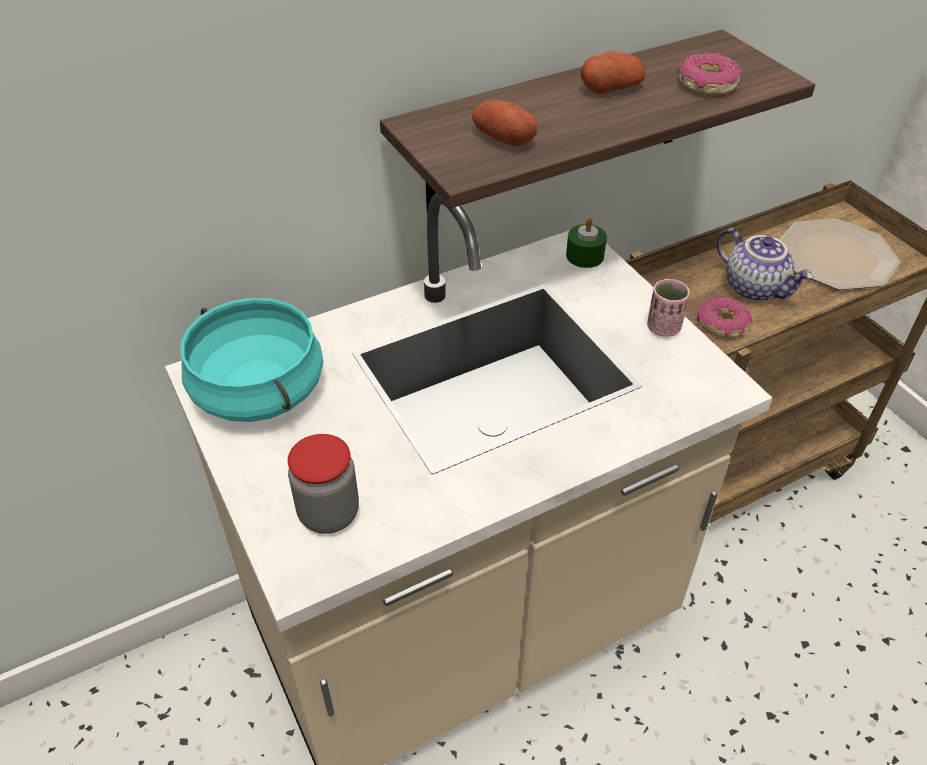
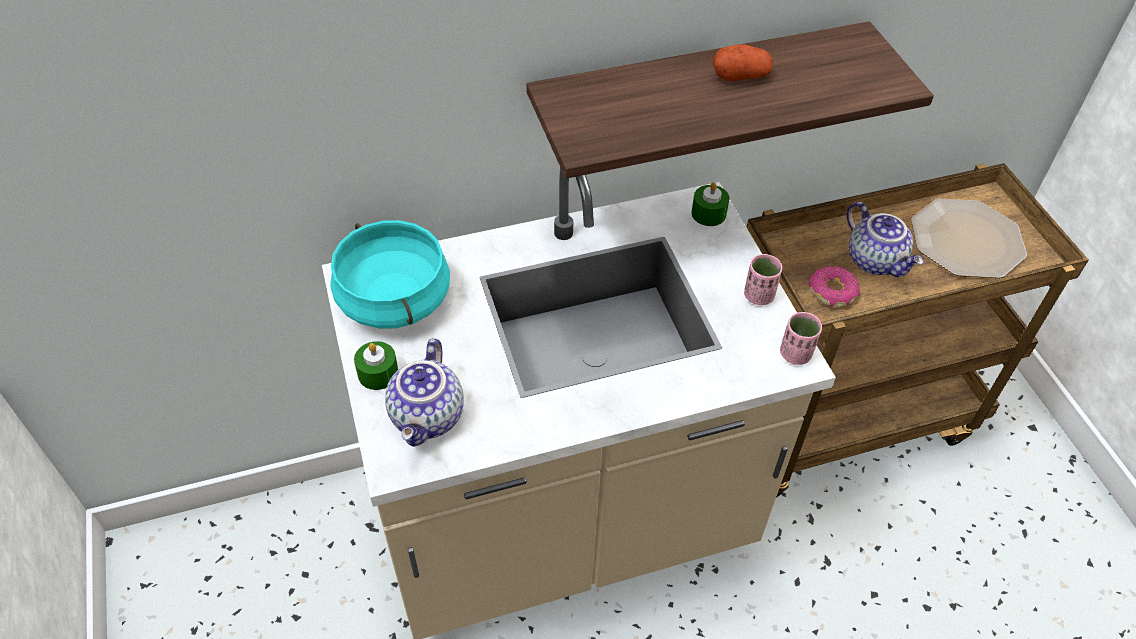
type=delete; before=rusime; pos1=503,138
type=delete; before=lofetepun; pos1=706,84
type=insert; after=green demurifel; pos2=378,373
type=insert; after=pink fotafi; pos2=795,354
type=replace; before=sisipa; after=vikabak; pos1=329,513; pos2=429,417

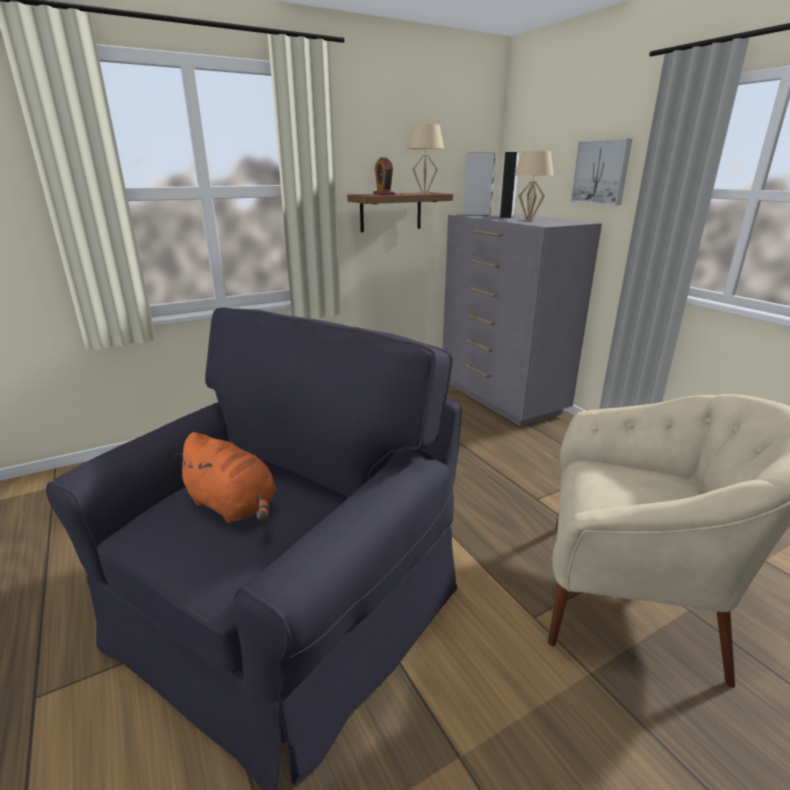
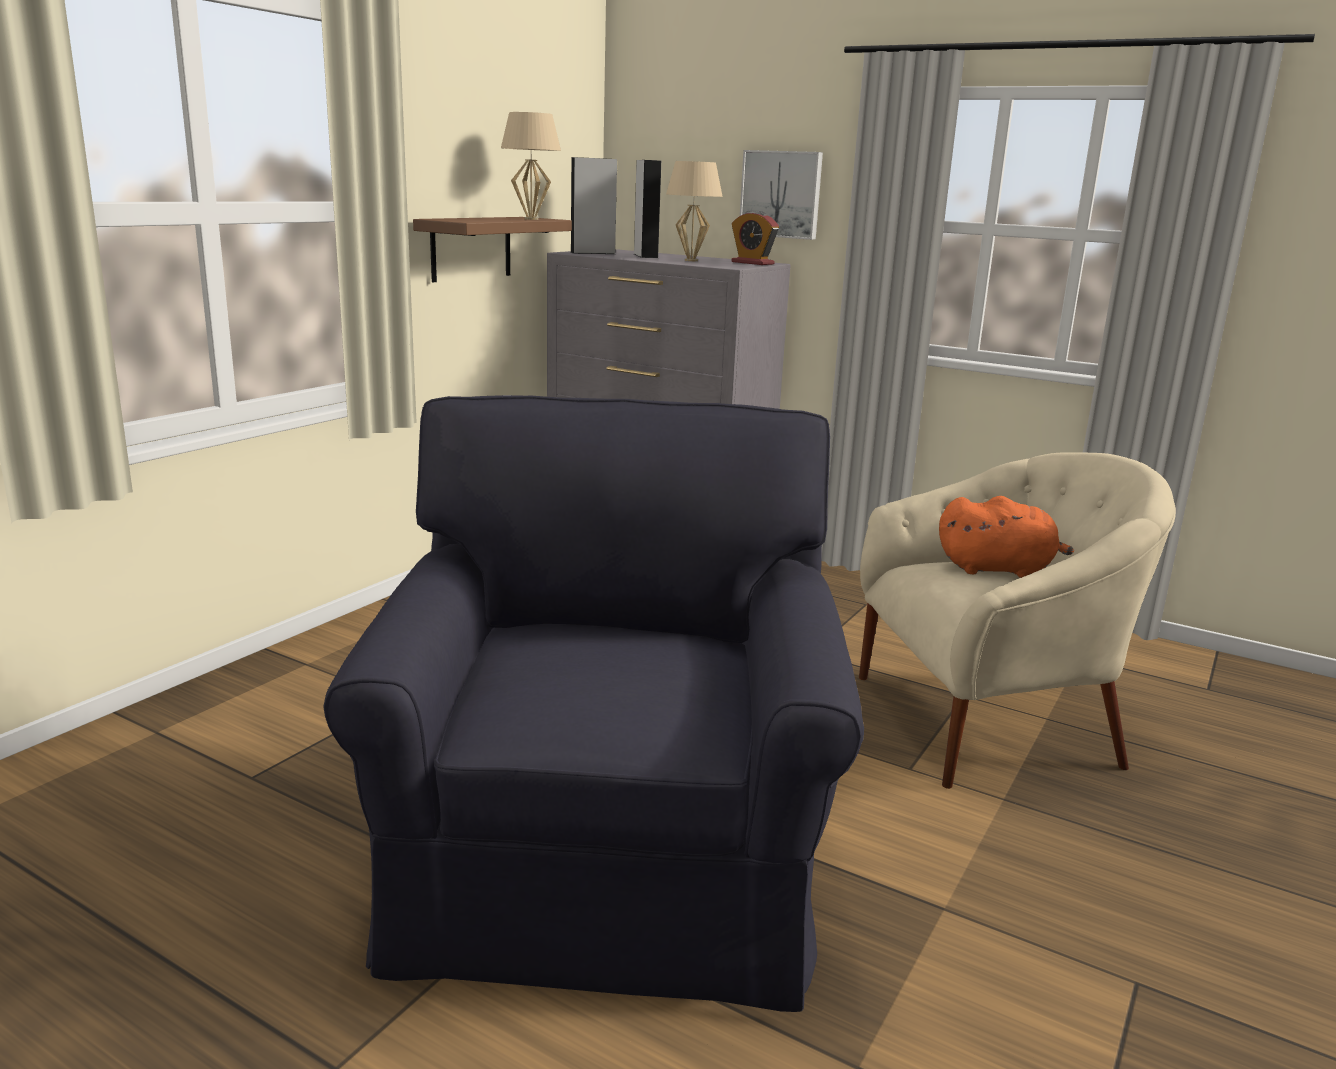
type=move; before=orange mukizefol; pos1=233,506; pos2=999,569
type=move; before=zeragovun; pos1=383,194; pos2=752,263

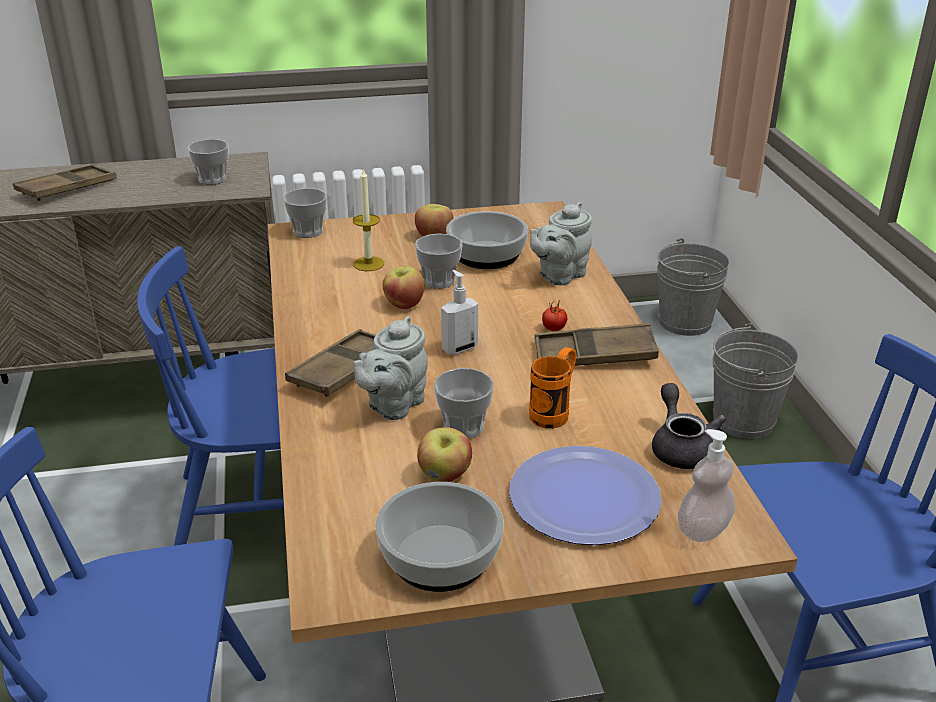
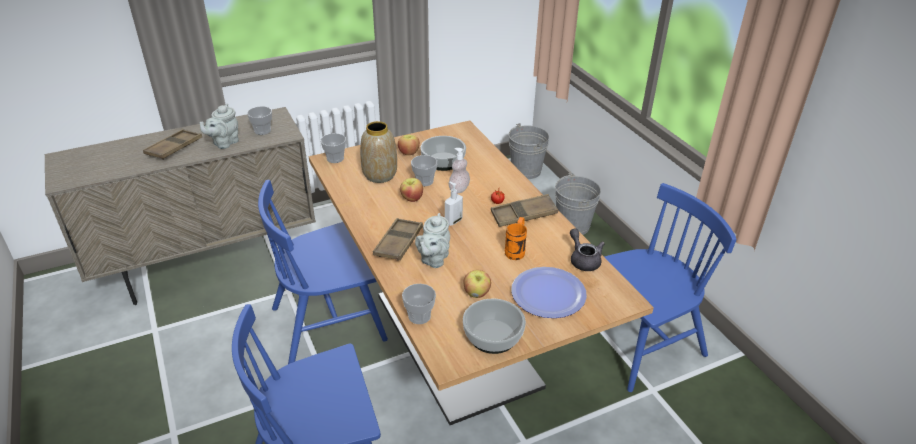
type=move; before=fotafi; pos1=464,427; pos2=419,316
type=move; before=grey vikabak; pos1=559,275; pos2=224,143
type=move; before=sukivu; pos1=703,530; pos2=459,189
type=replace; before=demurifel; after=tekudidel; pos1=368,264; pos2=380,175

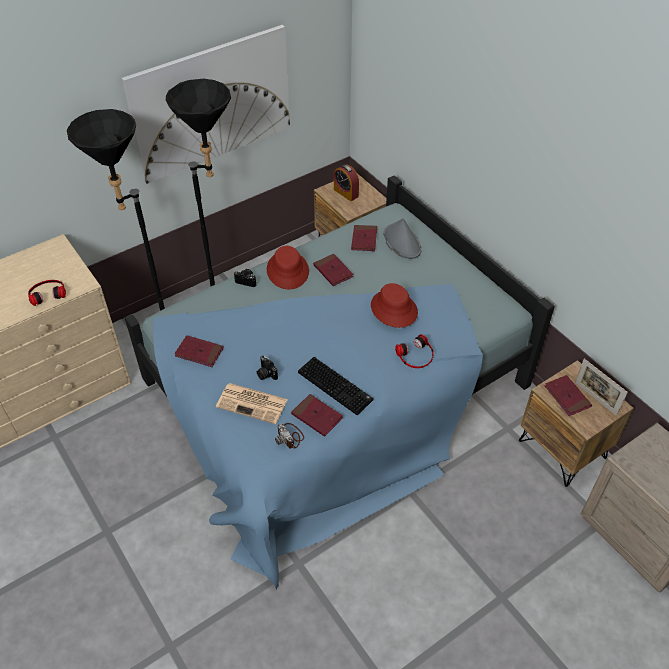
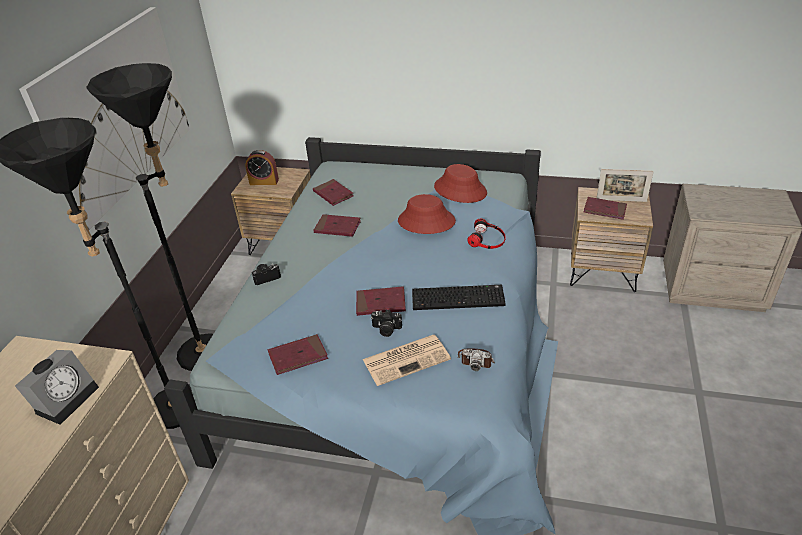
type=delete; before=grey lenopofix; pos1=401,242
type=move; before=red lenopofix; pos1=288,270; pos2=460,190
type=move; before=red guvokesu; pos1=317,416; pos2=380,303
type=replace; before=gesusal; after=zeragovun; pos1=47,293; pos2=67,398

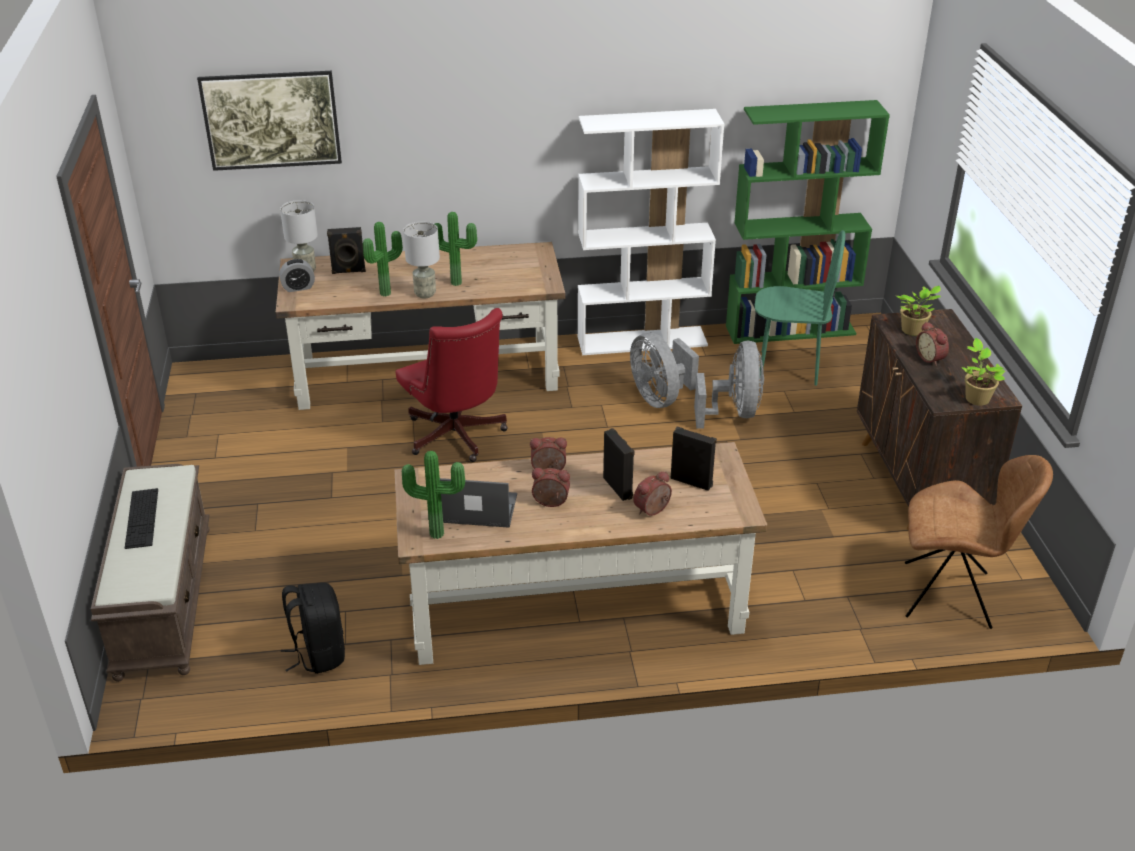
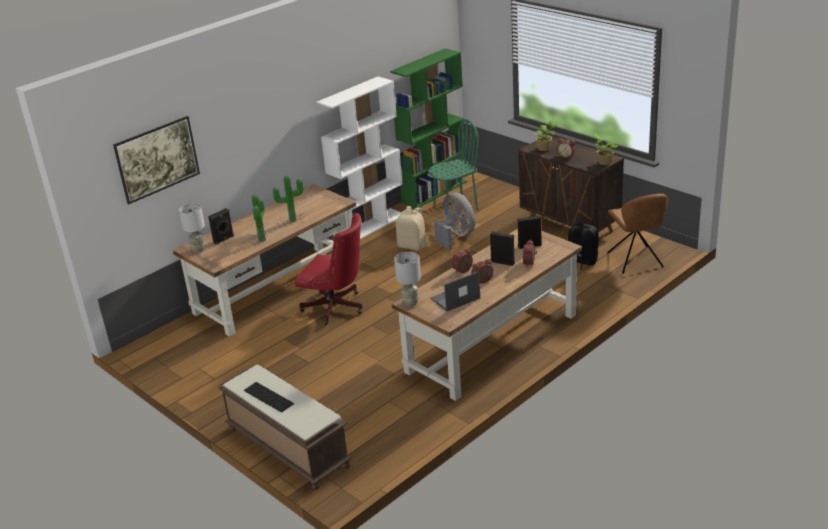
type=delete; before=zeragovun; pos1=298,287
type=delete; before=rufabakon; pos1=437,532
type=move; before=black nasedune; pos1=318,654; pos2=581,261
type=move; before=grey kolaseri; pos1=425,294; pos2=410,303
type=replace; before=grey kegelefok; after=beige nasedune; pos1=660,398; pos2=413,246
type=rotate; before=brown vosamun; pos1=951,596; pos2=635,261; turn=105

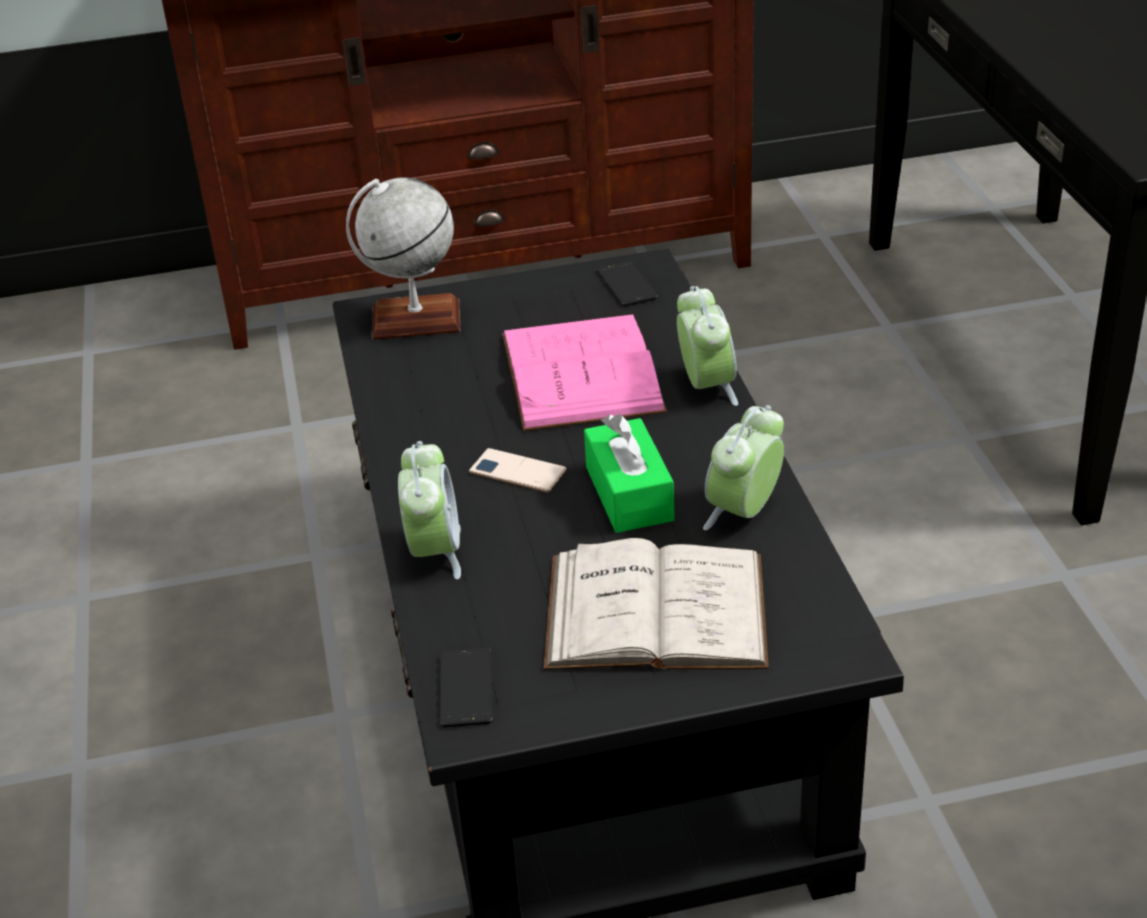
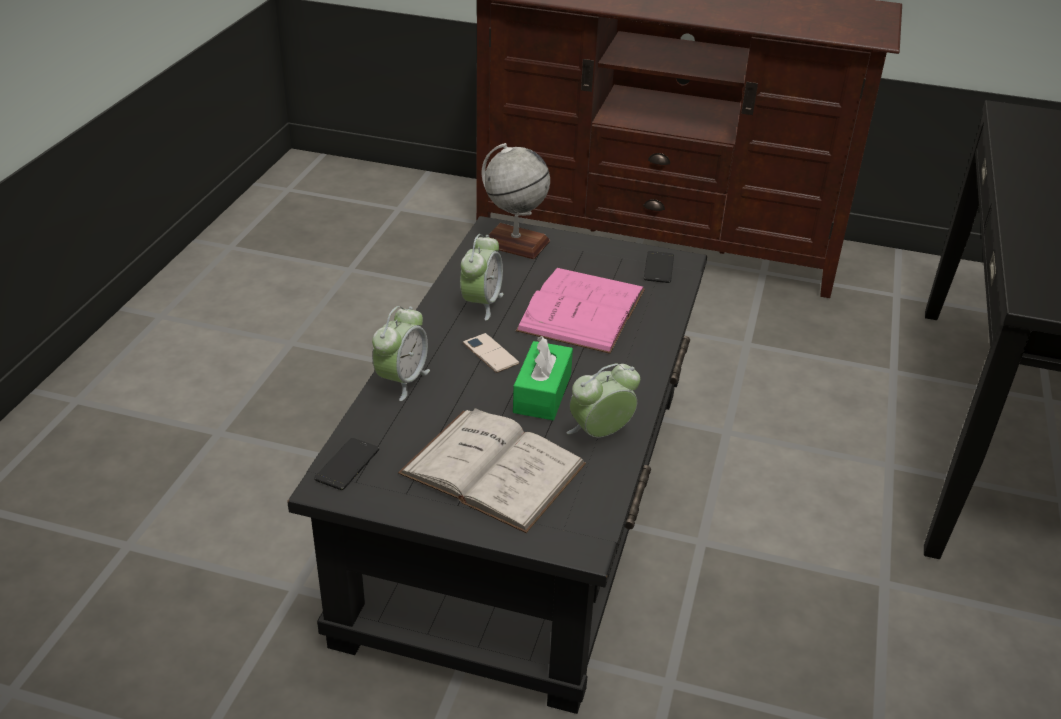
type=move; before=zeragovun; pos1=706,387; pos2=481,304

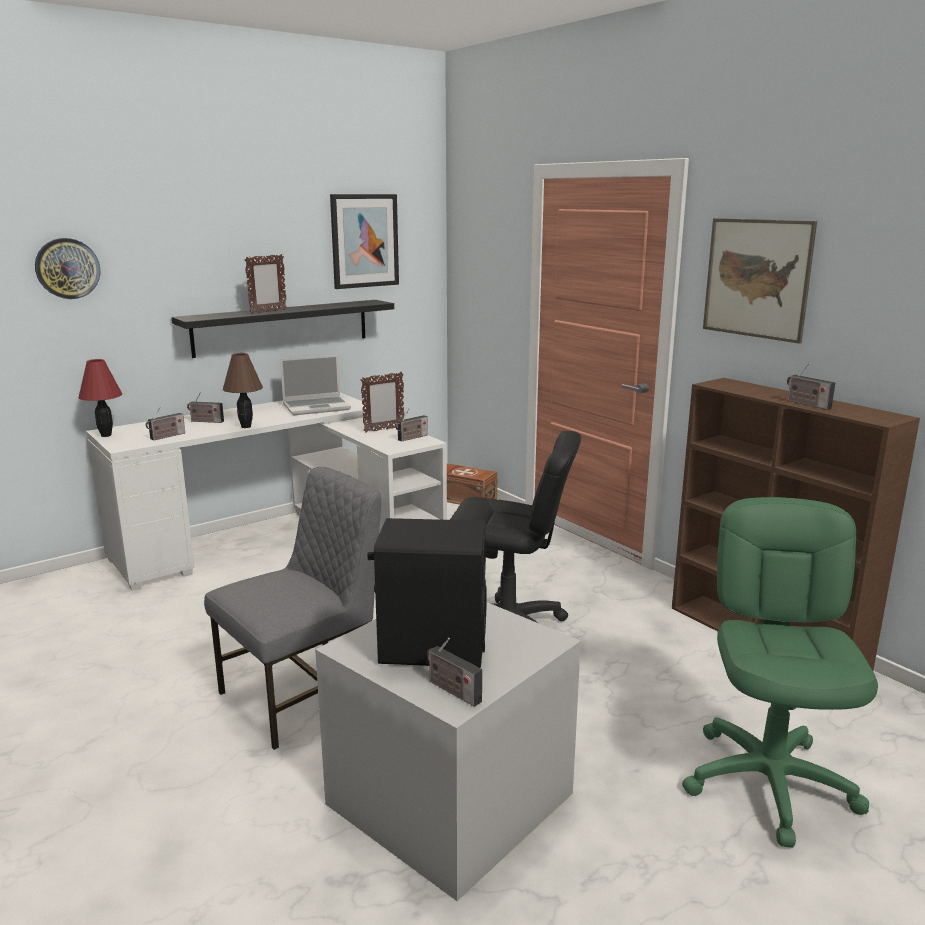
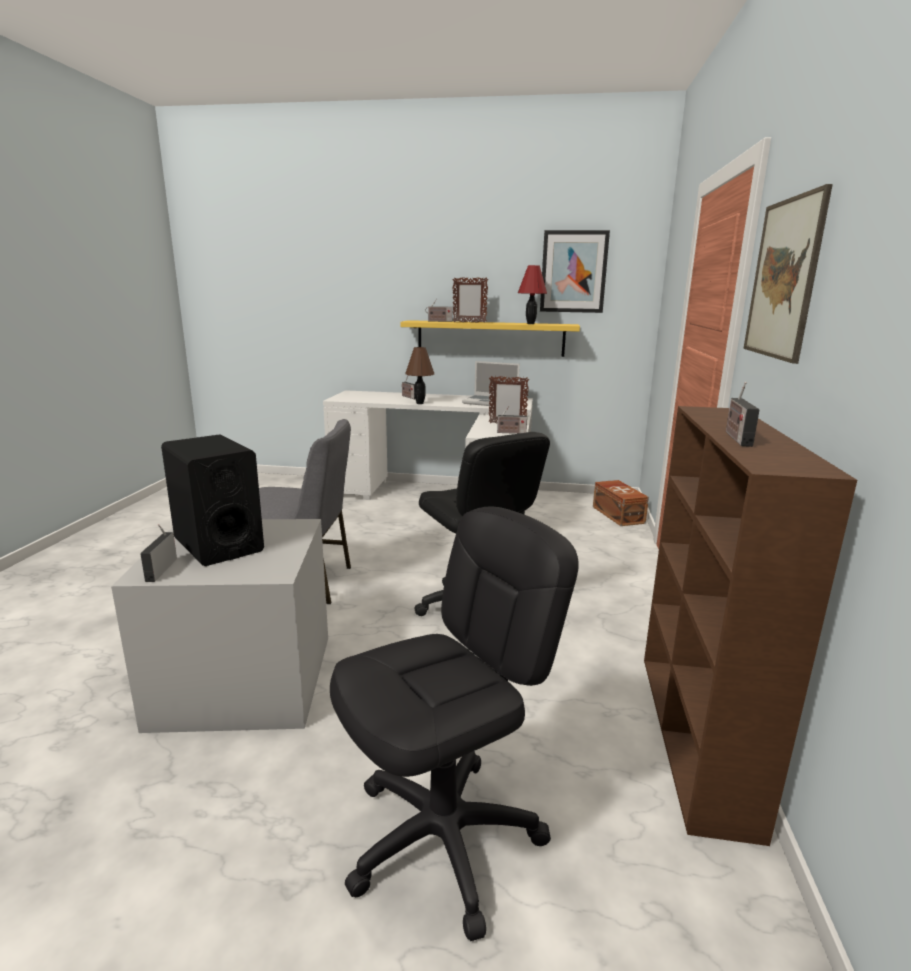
type=delete; before=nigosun; pos1=67,268
type=move; before=red kolaseri; pos1=106,435; pos2=530,324
type=move; before=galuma; pos1=166,436; pos2=438,321
type=recolor; before=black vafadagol; after=yellow vafadagol; pos1=282,327; pos2=490,338
type=recolor; before=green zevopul; after=black zevopul; pos1=769,783; pos2=444,838

